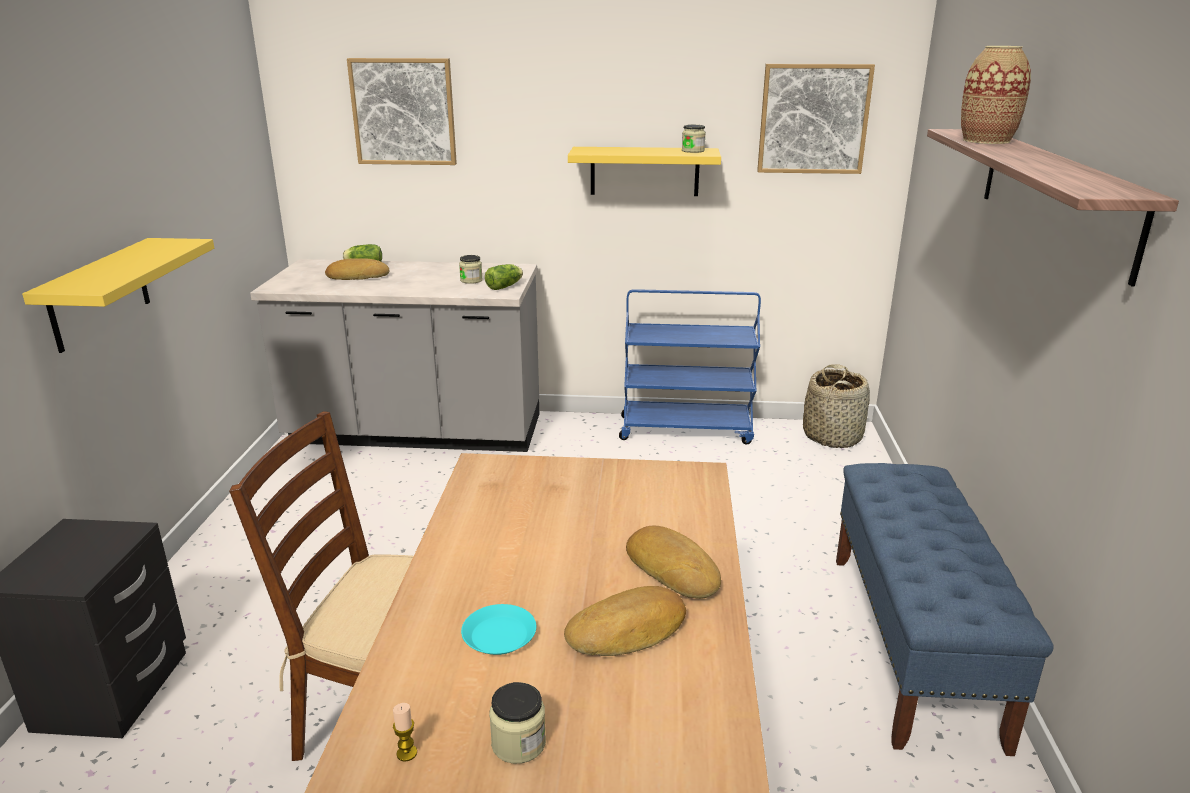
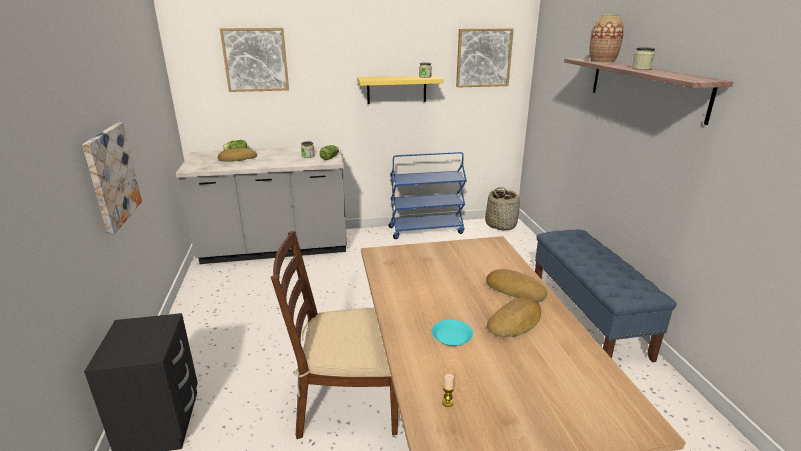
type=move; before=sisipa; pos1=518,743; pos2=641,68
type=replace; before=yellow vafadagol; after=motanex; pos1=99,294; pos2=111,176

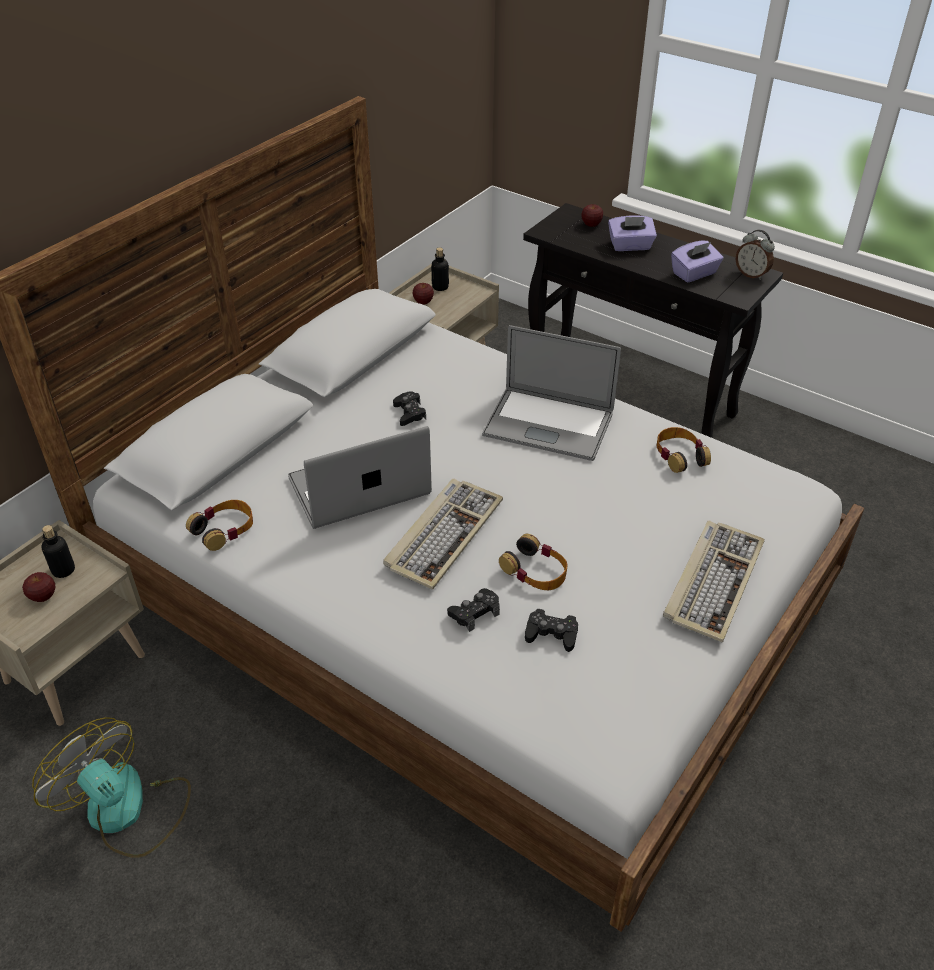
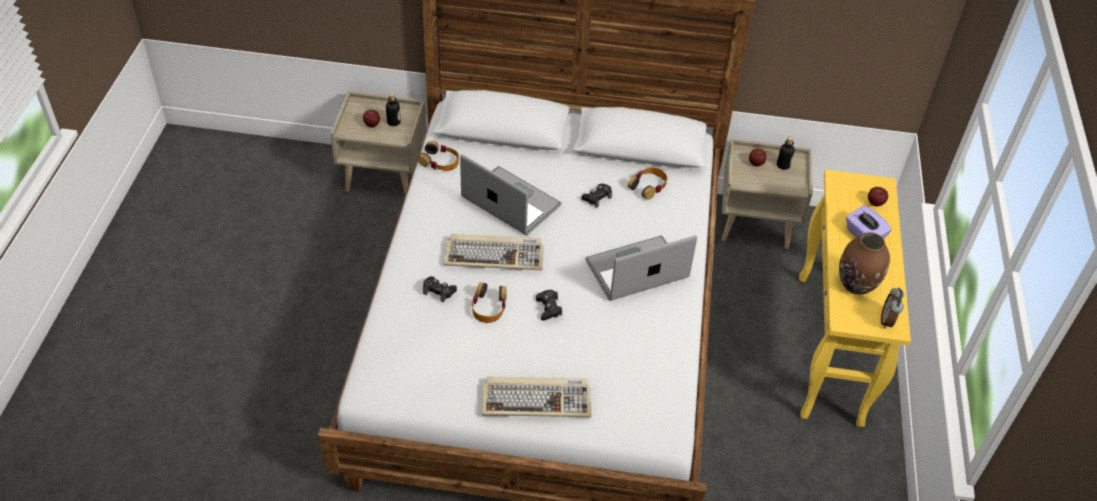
type=delete; before=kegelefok; pos1=127,811
type=move; before=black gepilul; pos1=551,634; pos2=548,308
type=move; before=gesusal; pos1=680,455; pos2=648,186
type=replace; before=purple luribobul; after=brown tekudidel; pos1=694,274; pos2=856,285
type=recolor; before=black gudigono; after=yellow gudigono; pos1=632,396; pos2=830,349
type=rotate; before=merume; pos1=548,424; pos2=637,269; turn=75

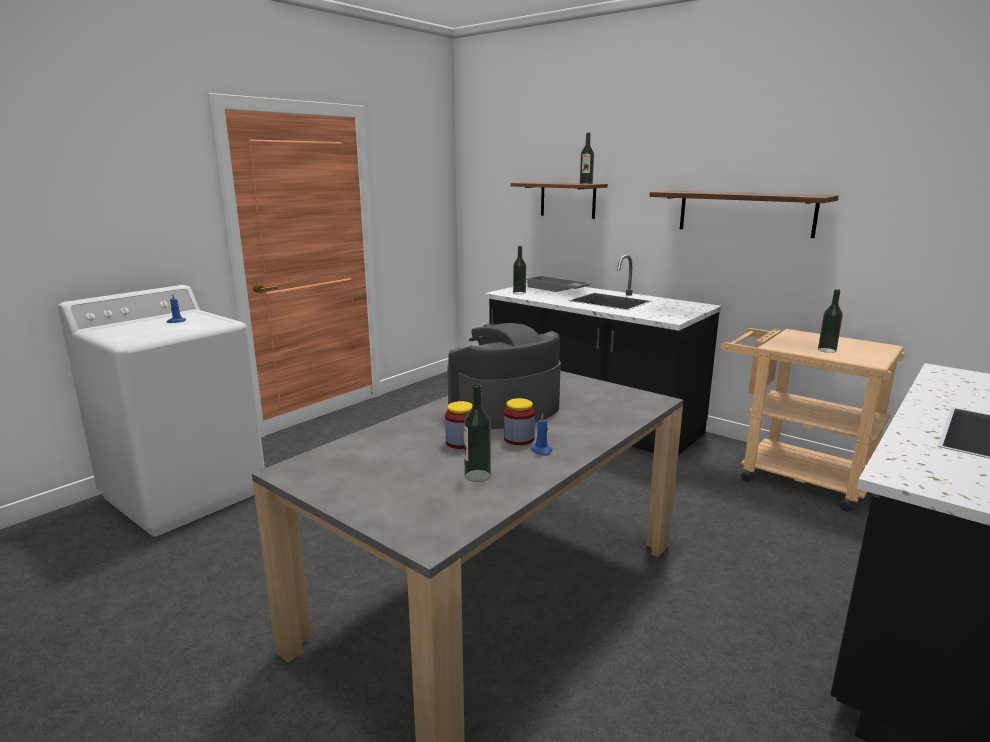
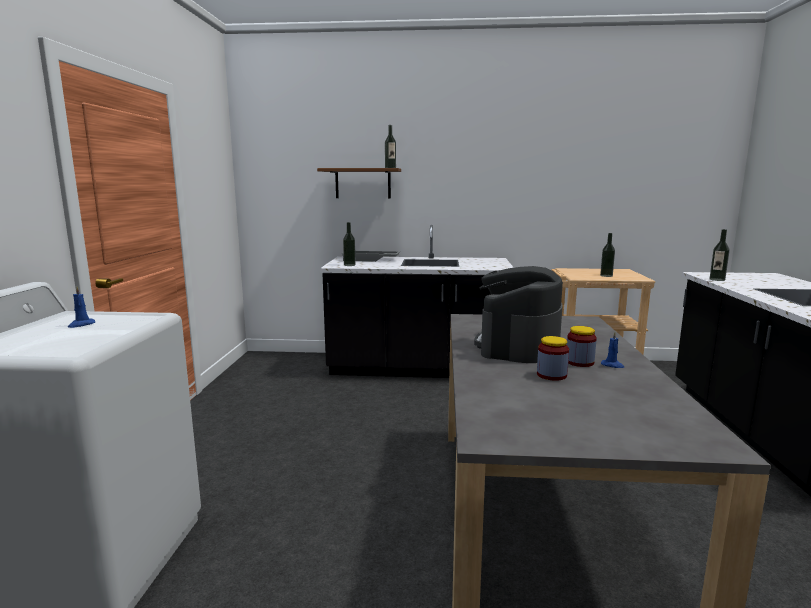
type=delete; before=vafadagol; pos1=745,213
type=move; before=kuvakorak; pos1=477,476; pos2=717,279

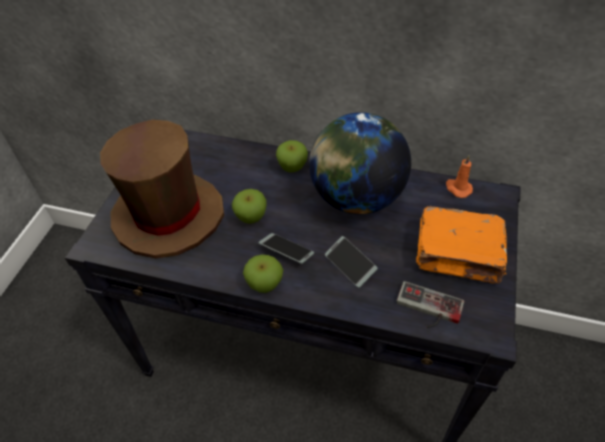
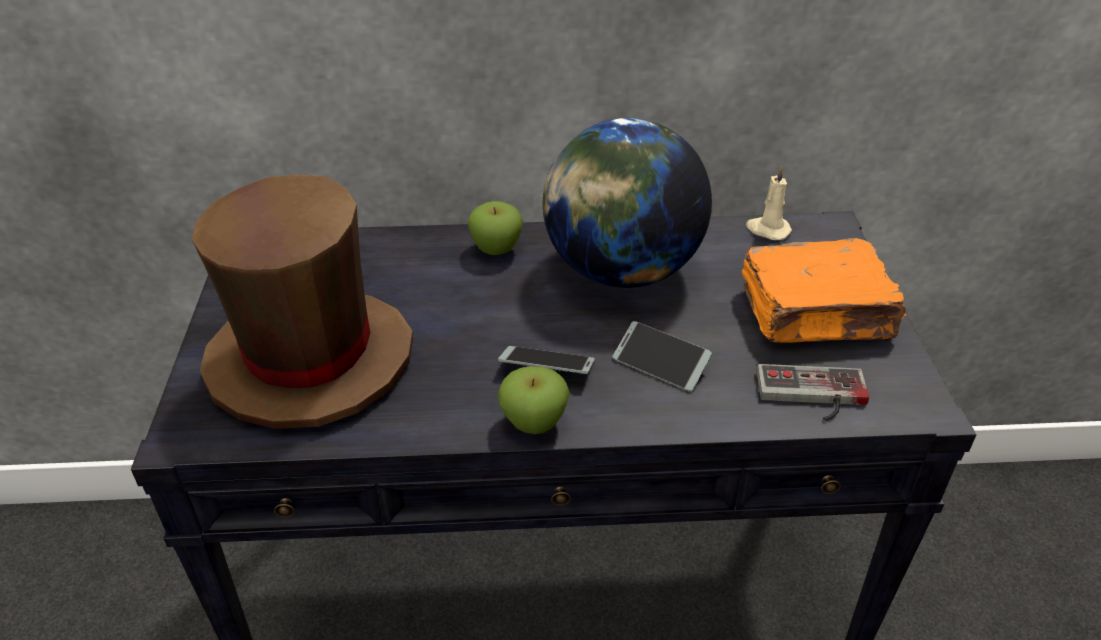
type=delete; before=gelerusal; pos1=251,217
type=recolor; before=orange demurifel; after=beige demurifel; pos1=458,188; pos2=767,229

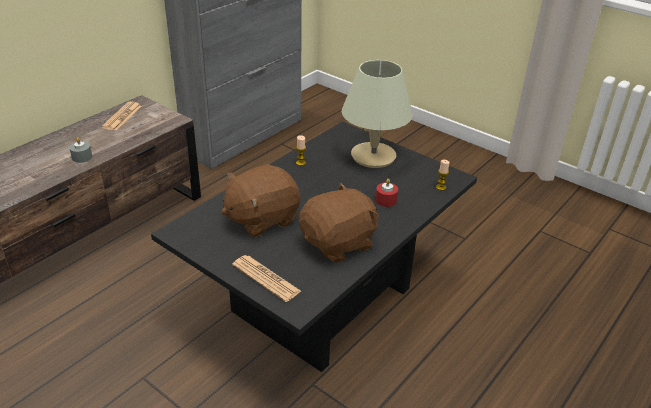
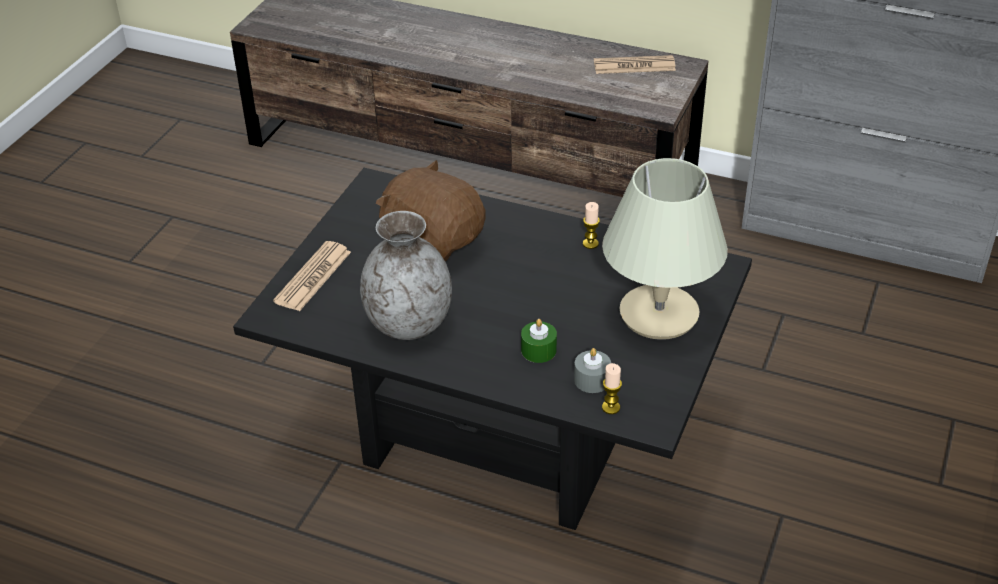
type=move; before=grey demurifel; pos1=82,157; pos2=592,380
type=replace; before=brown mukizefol; after=grey tekudidel; pos1=339,243; pos2=409,323
type=recolor; before=red demurifel; after=green demurifel; pos1=386,200; pos2=538,350

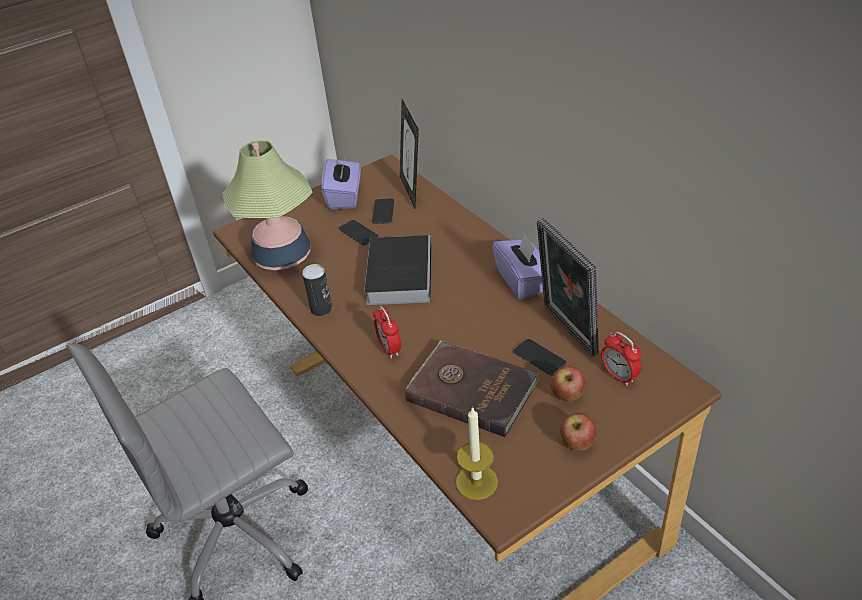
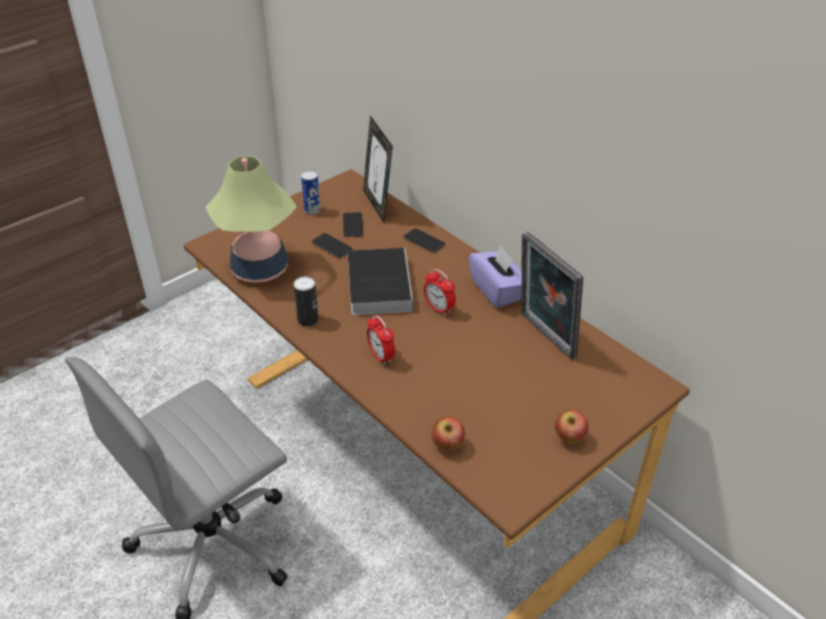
type=delete; before=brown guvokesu; pos1=472,389
type=delete; before=demurifel; pos1=476,482
type=move; before=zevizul; pos1=539,358; pos2=424,241
type=move; before=gelerusal; pos1=567,396; pos2=447,446
type=move; before=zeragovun; pos1=619,376; pos2=439,308
type=replace; before=purple luribobul; after=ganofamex; pos1=345,197; pos2=312,210

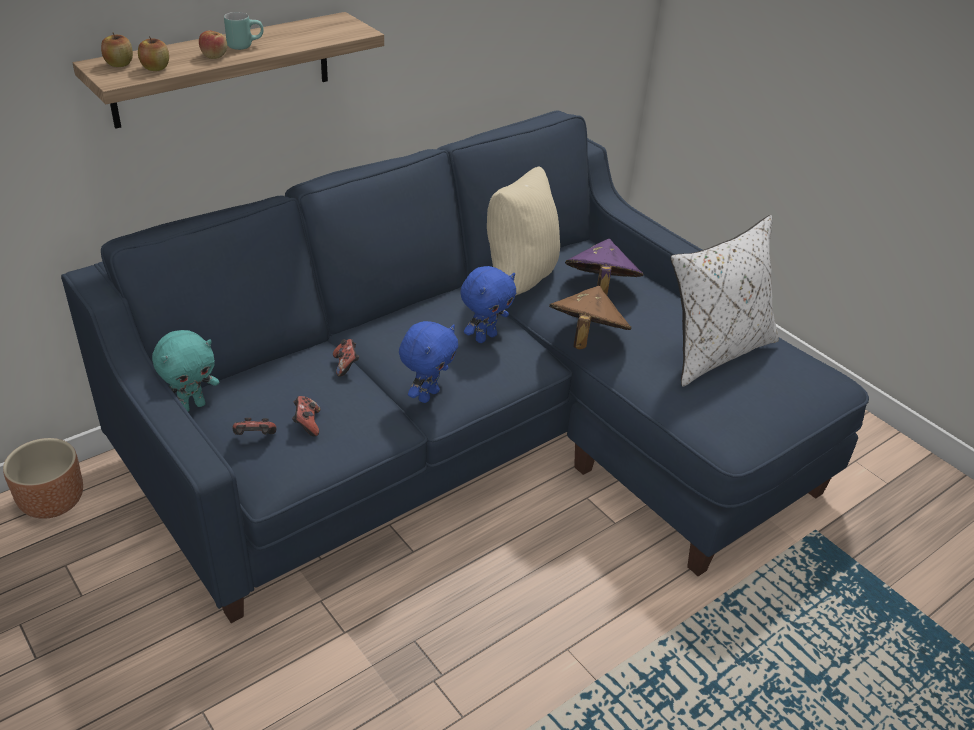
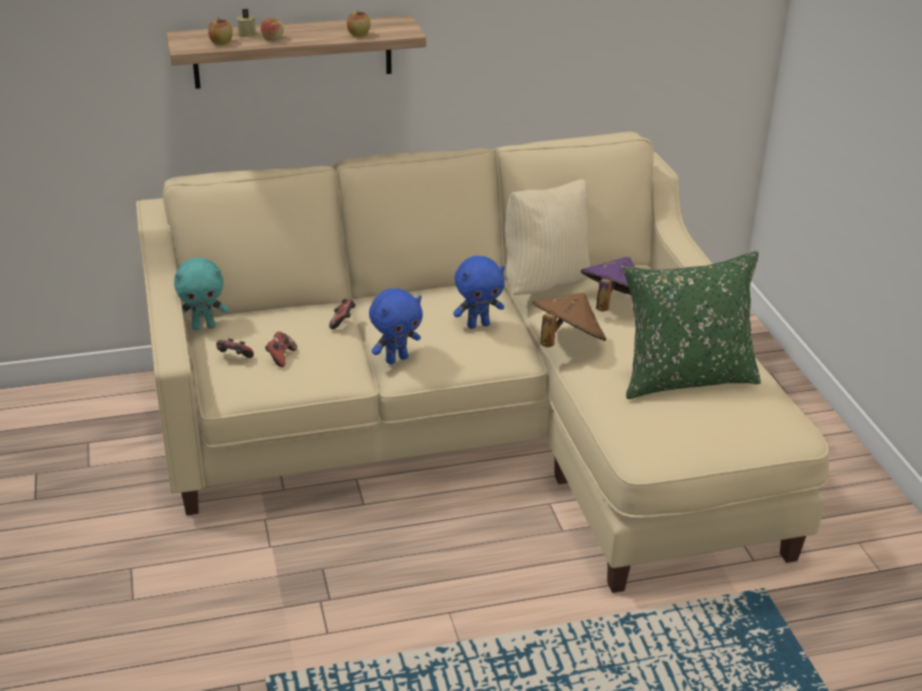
type=delete; before=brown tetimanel; pos1=53,502
type=delete; before=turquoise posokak; pos1=245,45
type=insert; after=beige demurifel; pos2=247,34
type=move; before=gelerusal; pos1=119,64; pos2=358,34
type=recolor; before=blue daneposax; after=beige daneposax; pos1=478,437; pos2=480,430
type=recolor; before=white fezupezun; after=green fezupezun; pos1=714,351; pos2=685,379

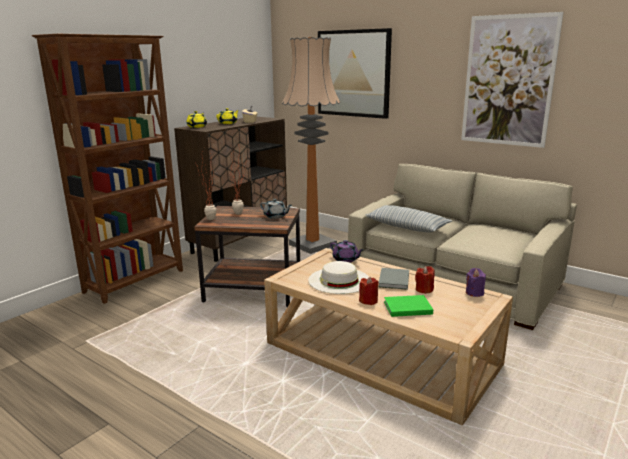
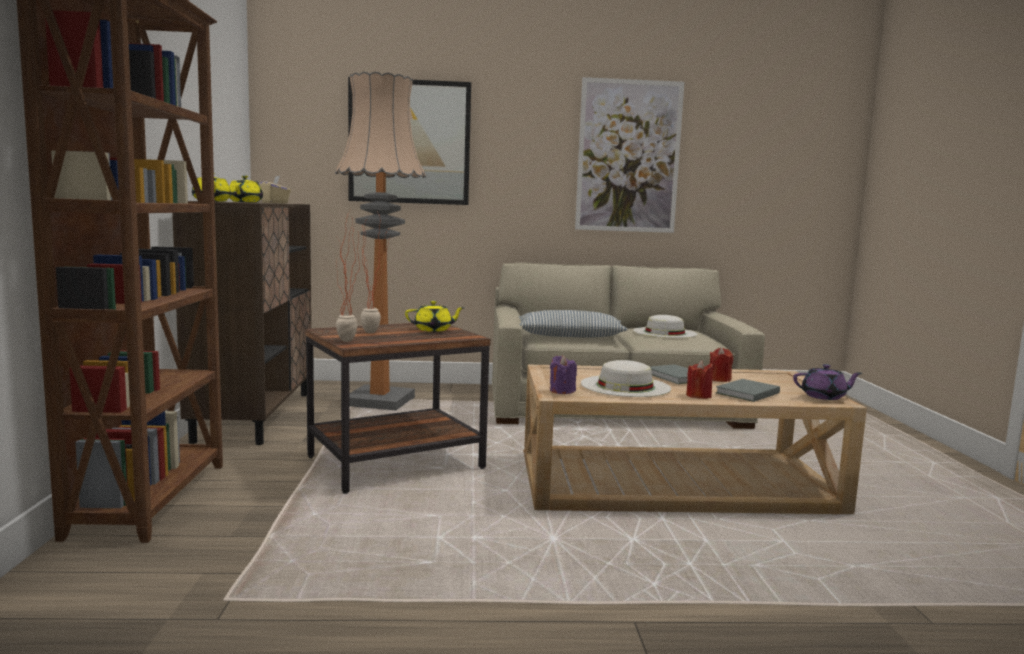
type=insert; after=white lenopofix; pos2=664,332
type=move; before=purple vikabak; pos1=346,260; pos2=824,396
type=move; before=purple demurifel; pos1=474,293; pos2=562,391
type=recolor; before=grey vikabak; after=yellow vikabak; pos1=275,216; pos2=434,330
type=recolor; before=green guvokesu; after=grey guvokesu; pos1=406,307; pos2=746,393

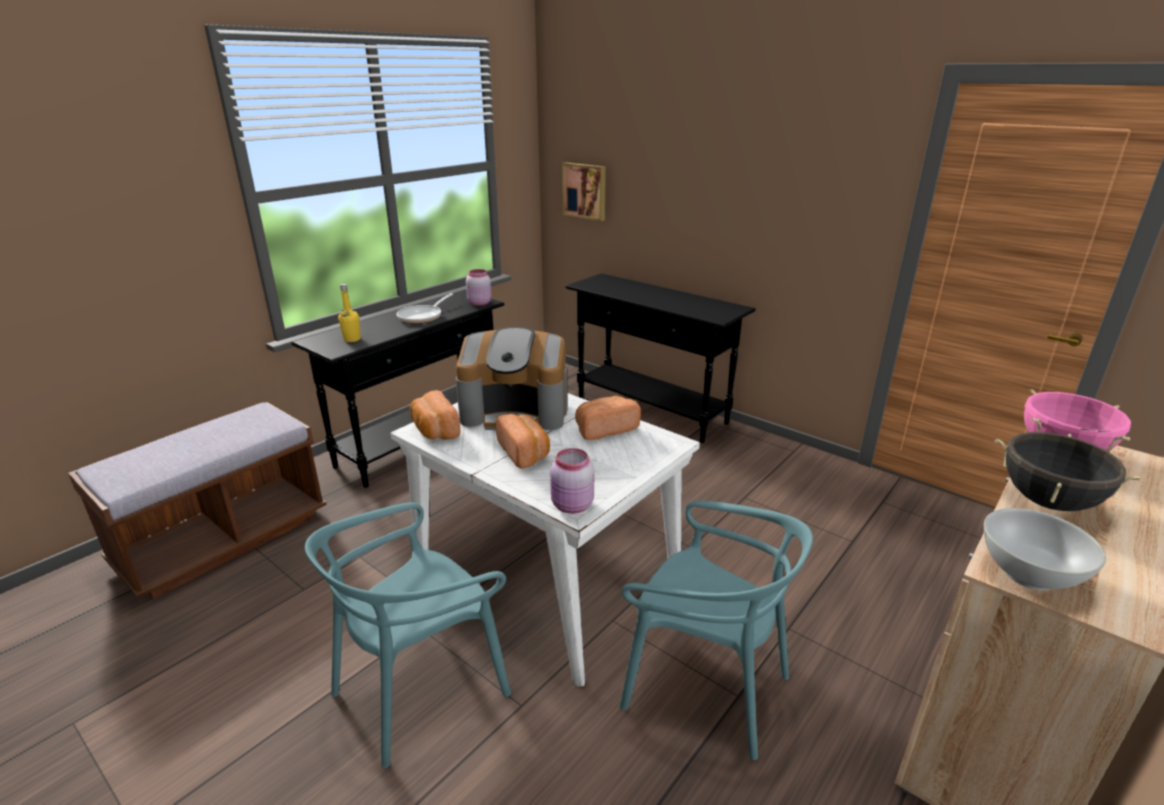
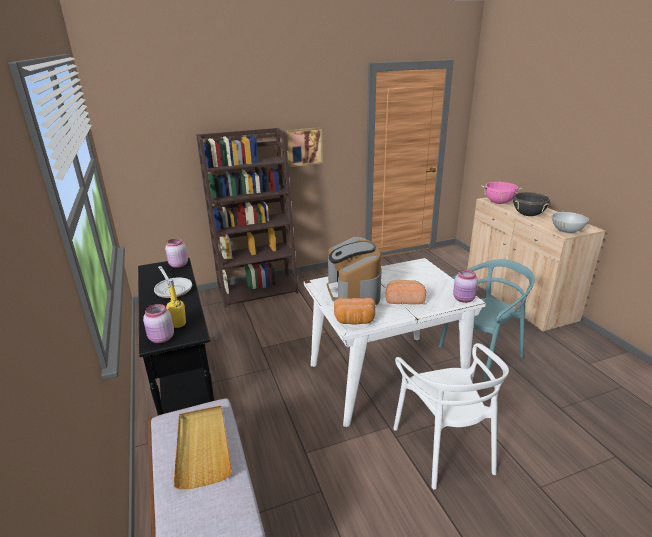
type=delete; before=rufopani; pos1=605,429
type=insert; after=pink sisipa; pos2=161,339
type=insert; after=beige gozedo; pos2=203,447
type=move; before=motanex; pos1=585,191; pos2=304,146
type=replace; before=black gudigono; after=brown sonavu; pos1=651,410; pos2=258,290
type=recolor; before=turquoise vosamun; after=white vosamun; pos1=420,688; pos2=444,448
type=rotate; before=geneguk; pos1=516,412; pos2=354,292; turn=135

